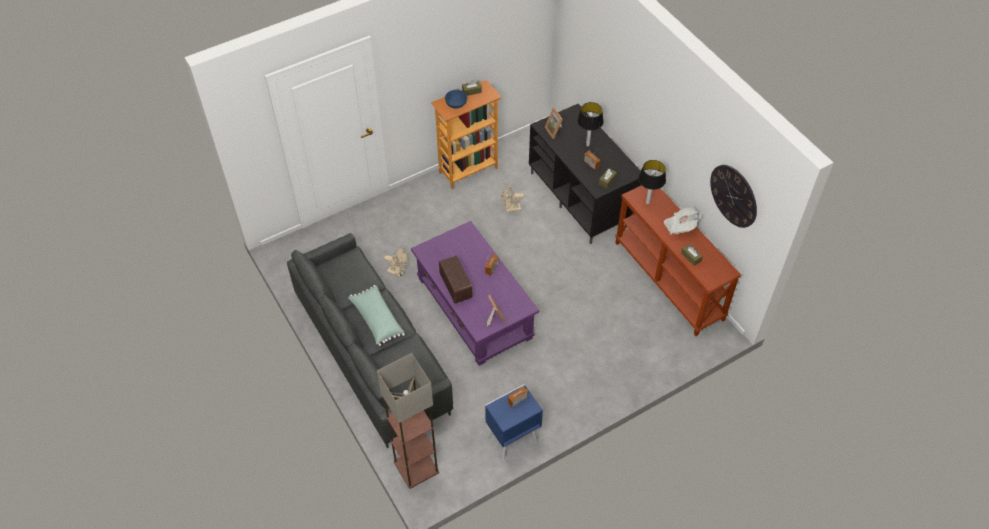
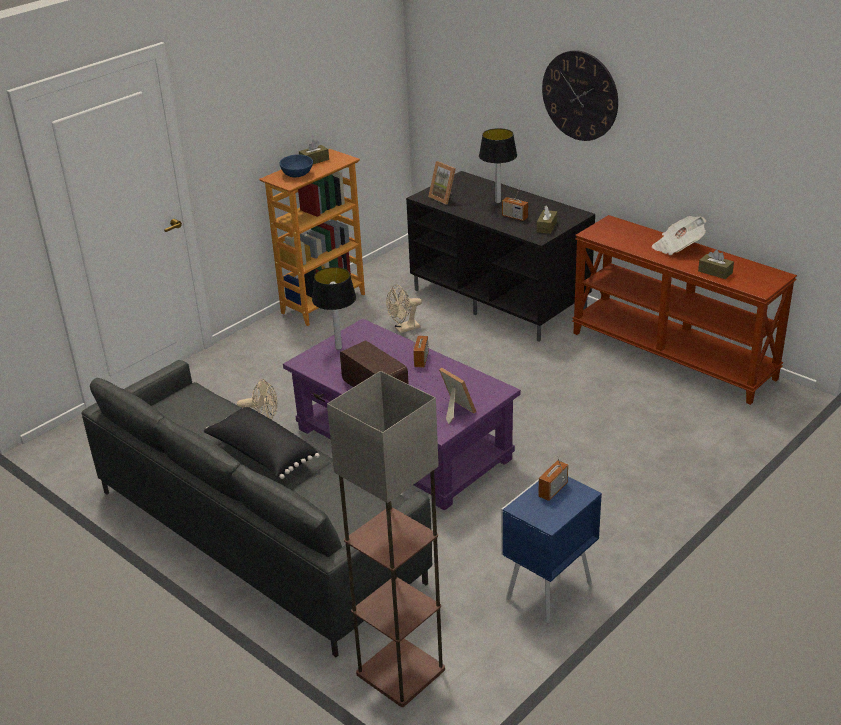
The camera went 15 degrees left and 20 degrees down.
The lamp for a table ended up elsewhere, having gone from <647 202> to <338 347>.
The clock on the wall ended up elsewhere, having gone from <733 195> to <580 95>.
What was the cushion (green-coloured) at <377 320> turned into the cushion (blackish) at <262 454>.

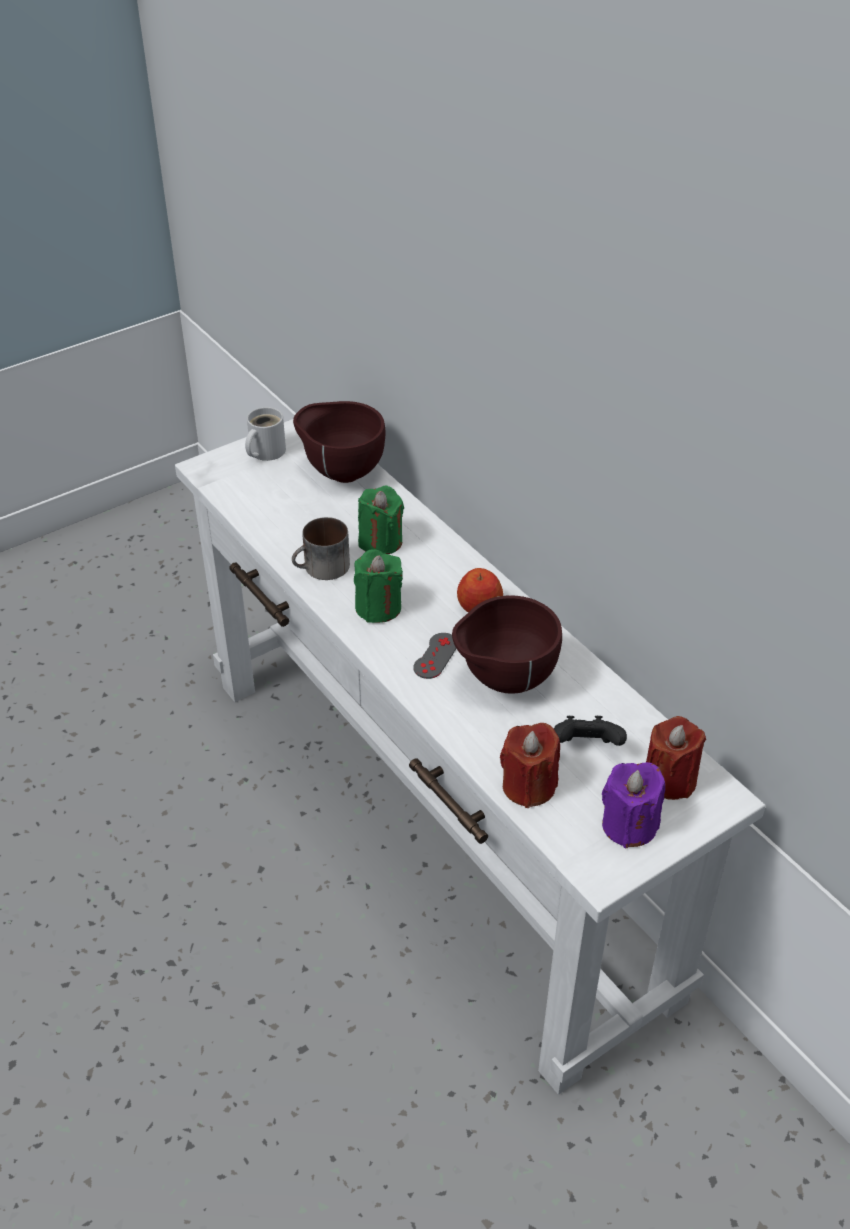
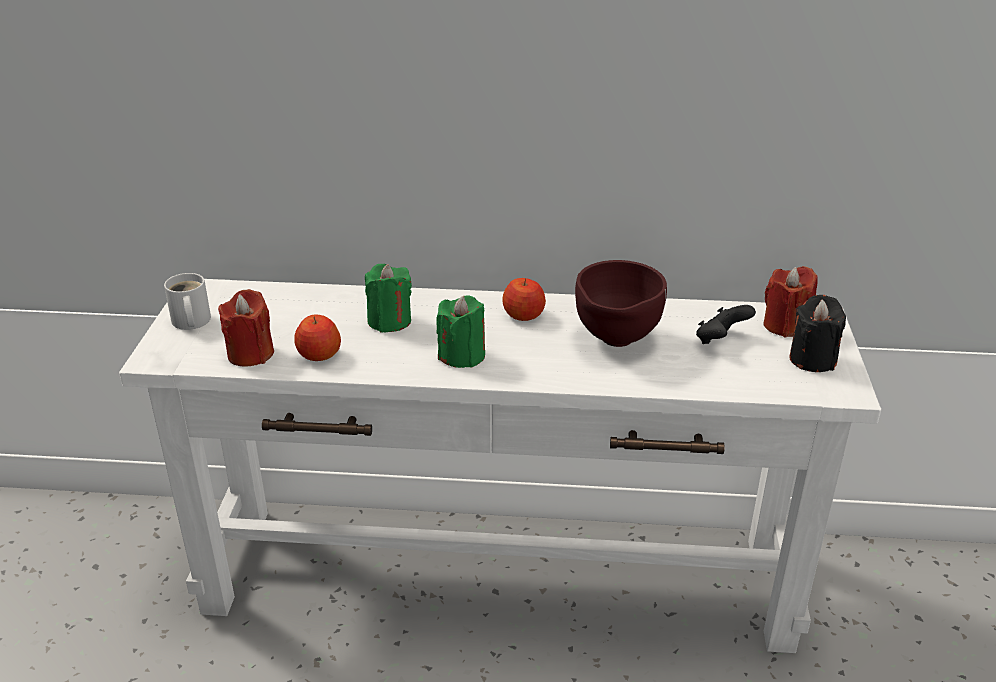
The camera went 50 degrees left and 10 degrees down.
The second view lost the coffee mug at <322 569>.
The second view lost the deep dish (brownish) at <341 473>.
The second view lost the game controller (gray) at <435 656>.
The second view gained the apple fruit at <319 354>.
The candle (red-coloured) ended up elsewhere, having gone from <528 786> to <250 354>.
What was the candle (purple-coloured) at <629 825> turned into the candle (blackish) at <812 359>.

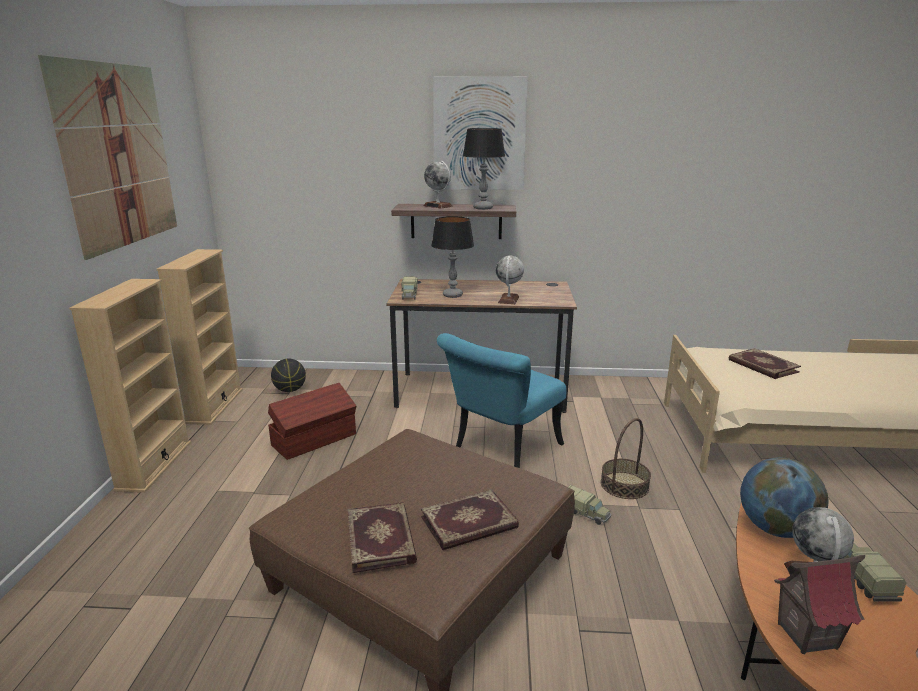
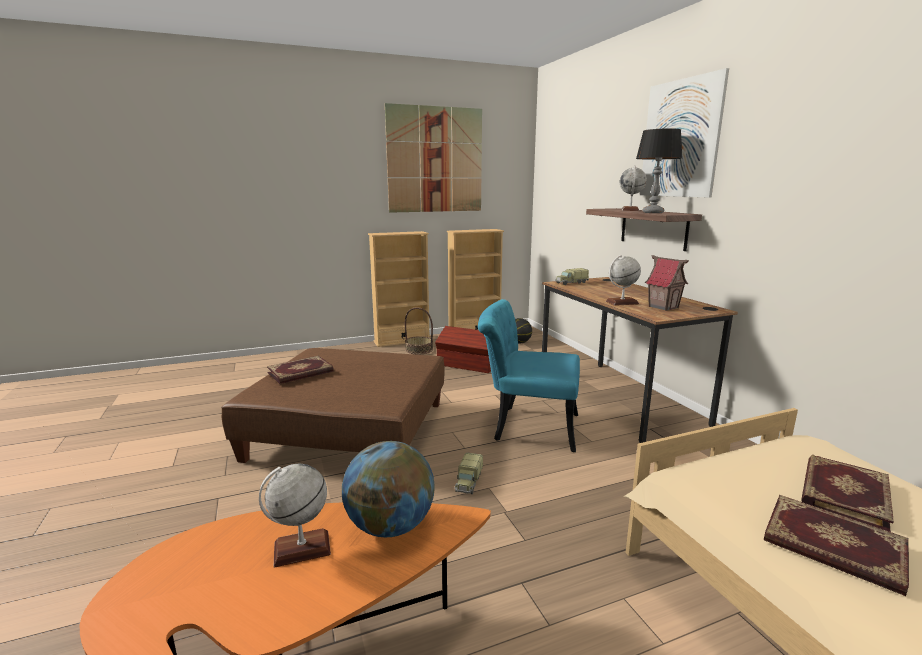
The camera went 65 degrees right and 5 degrees down.
The second view lost the lamp for a table at <452 295>.
The second view lost the toy truck at <863 578>.
The book ended up elsewhere, having gone from <469 523> to <832 547>.
The basket ended up elsewhere, having gone from <624 485> to <419 349>.
The toy house ended up elsewhere, having gone from <806 635> to <663 307>.

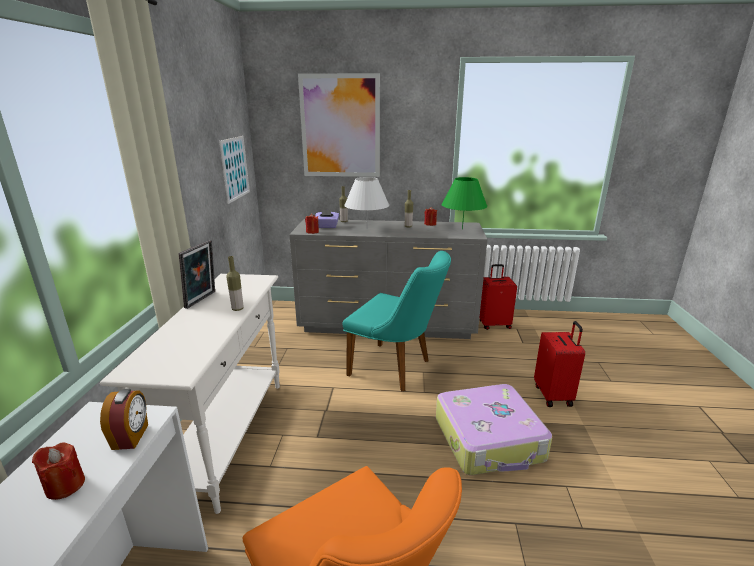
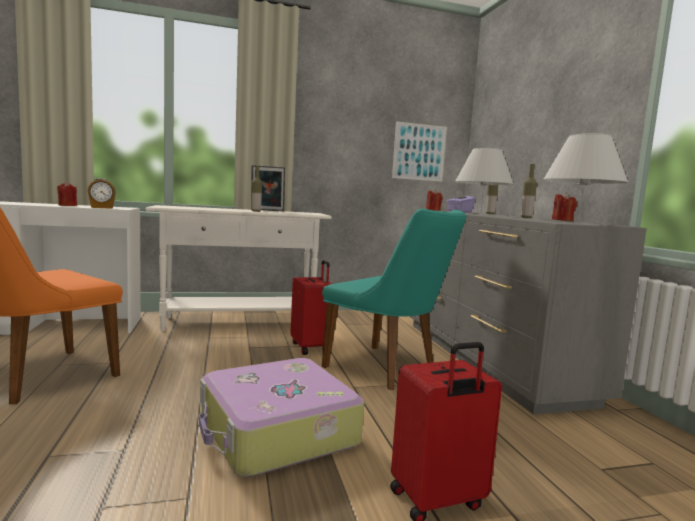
The camera went 70 degrees right and 15 degrees down.
The second view lost the wall picture at <340 126>.
The suitcase (red-coloured) ended up elsewhere, having gone from <494 324> to <311 347>.
What was the lamp for a table (green-coloured) at <462 229> turned into the lamp for a table (white-coloured) at <578 222>.
The upright chair (blue-green) at <396 369> ended up facing another way, 60 degrees counterclockwise from before.

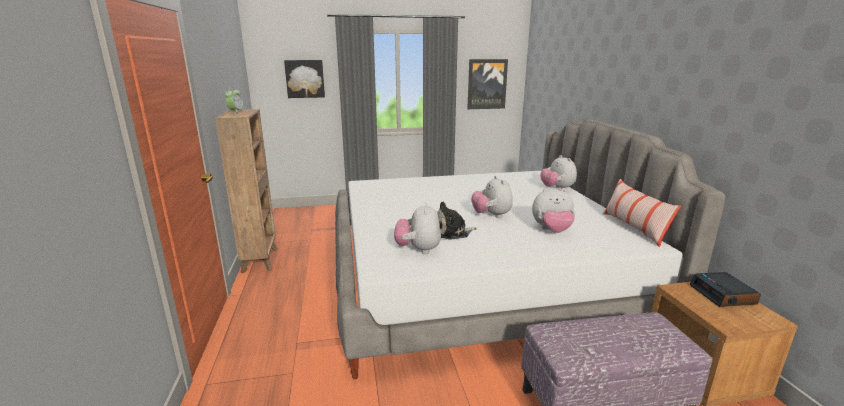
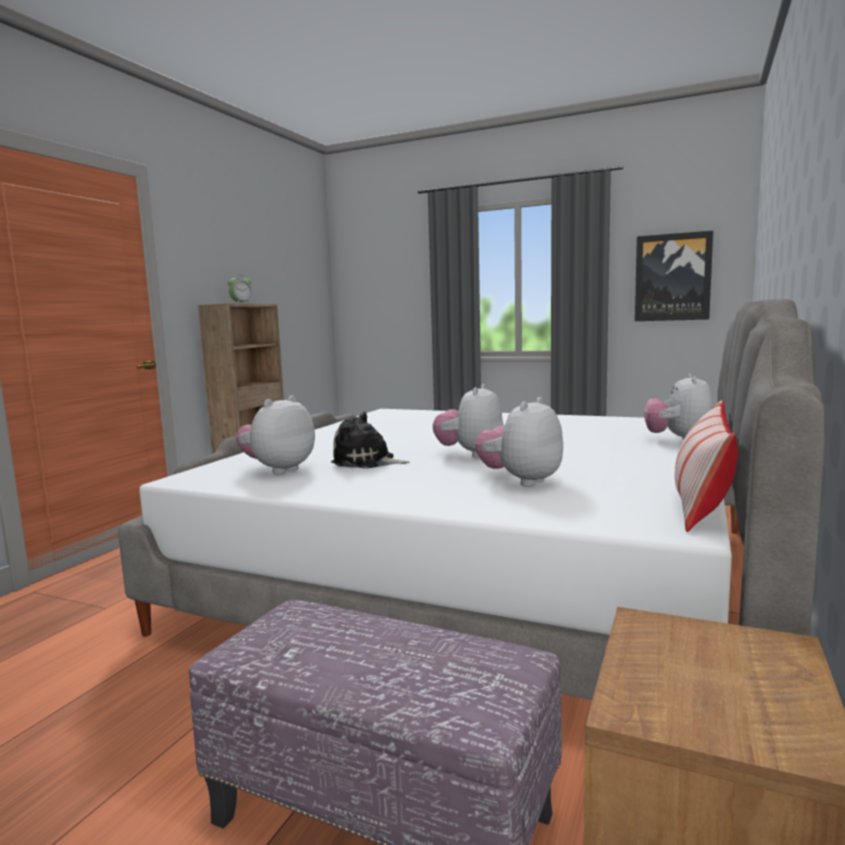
The camera went 35 degrees right and 10 degrees down.
The second view lost the wall picture at <305 79>.
The second view lost the bedside clock at <723 295>.
The cuddly toy at <552 230> ended up facing another way, 90 degrees clockwise from before.

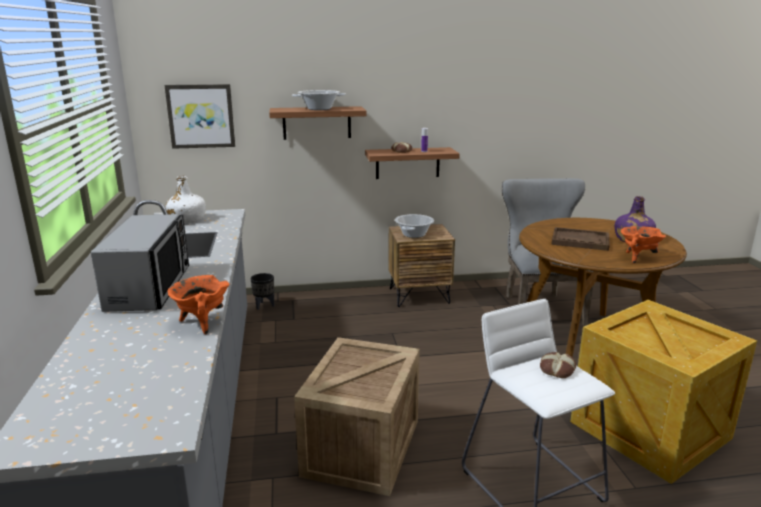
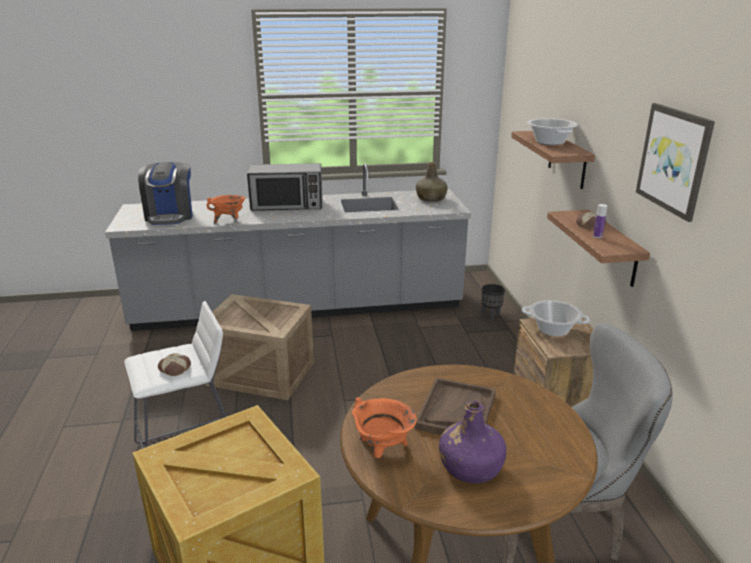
The camera went 90 degrees right and 5 degrees up.
The second view gained the coffee machine at <170 216>.
The wall picture ended up elsewhere, having gone from <201 116> to <674 160>.
What was the beverage bottle (white-coloured) at <187 219> turned into the beverage bottle (green-coloured) at <431 199>.

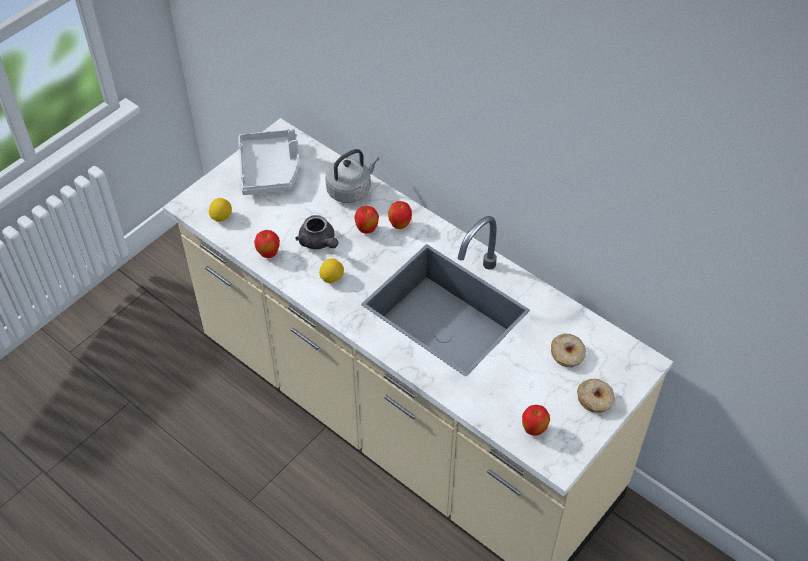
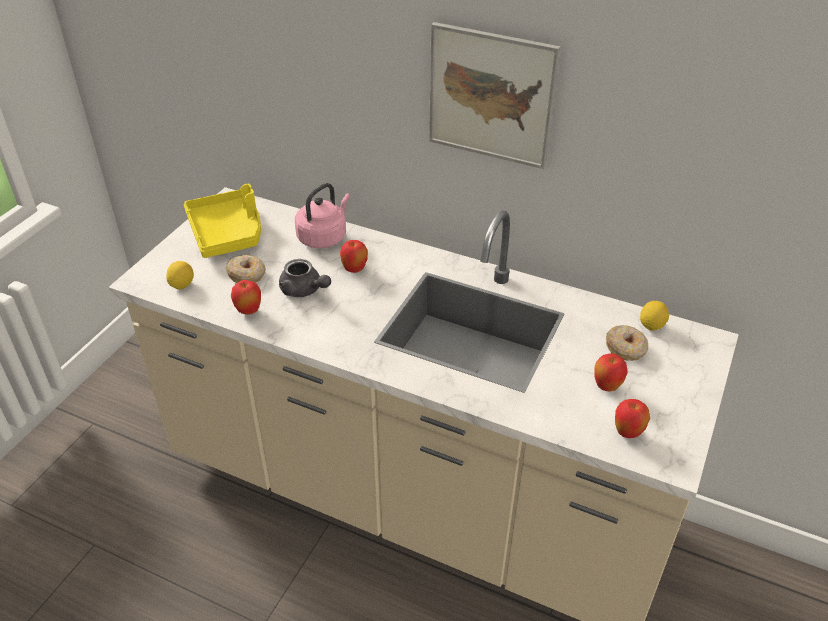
The camera went 15 degrees left and 10 degrees down.
The second view gained the wall picture at <491 96>.
The whole lemon ended up elsewhere, having gone from <331 278> to <651 325>.
The apple fruit ended up elsewhere, having gone from <400 225> to <606 387>.
The donut ended up elsewhere, having gone from <595 399> to <247 275>.
What was the tray (gray) at <270 169> turned into the tray (yellowish) at <227 233>.
What was the water kettle (gray) at <351 190> turned into the water kettle (pinkish) at <324 237>.

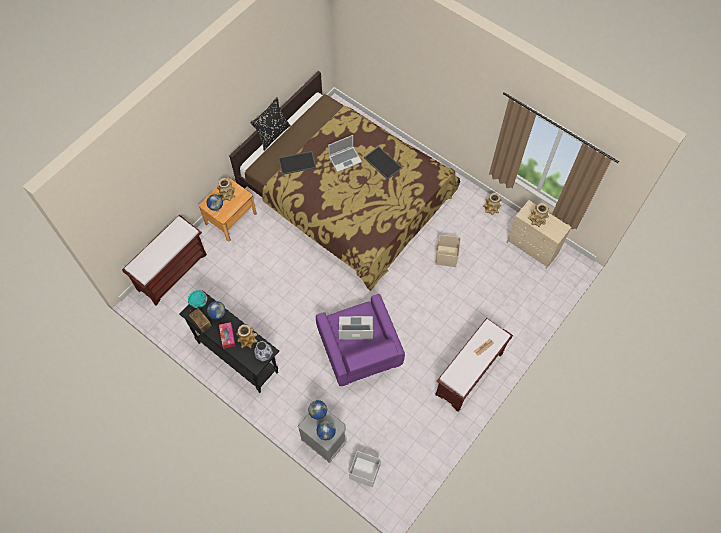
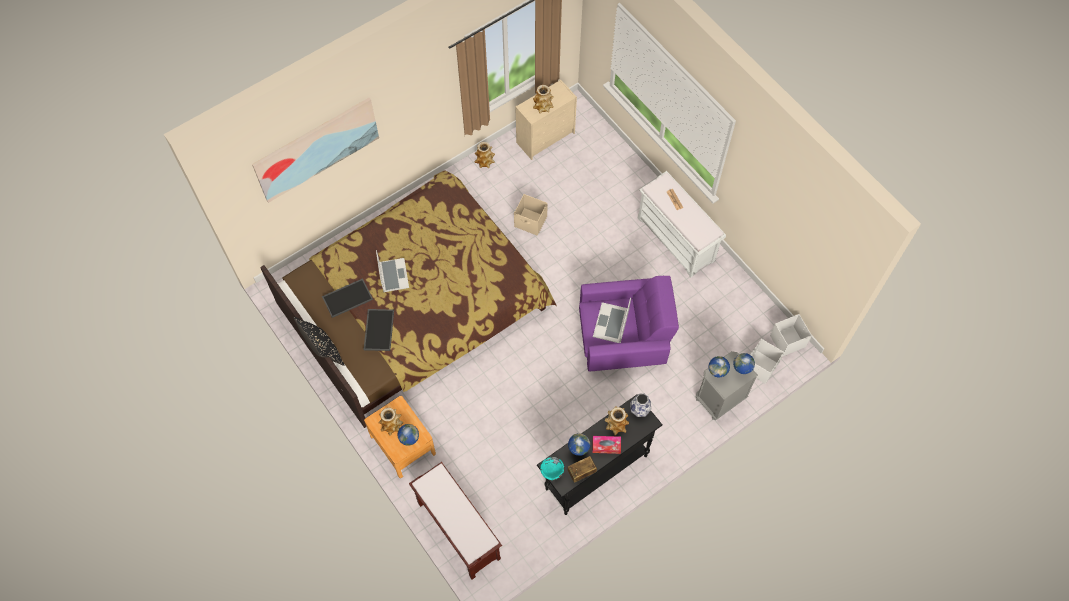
The camera went 75 degrees left and 0 degrees up.
The second view gained the wall picture at <317 149>.
The second view gained the storage container (white-coloured) at <787 341>.
The tray ended up elsewhere, having gone from <383 163> to <347 297>.
What was the bench (brownish) at <469 375> turned into the bench (white-coloured) at <676 240>.

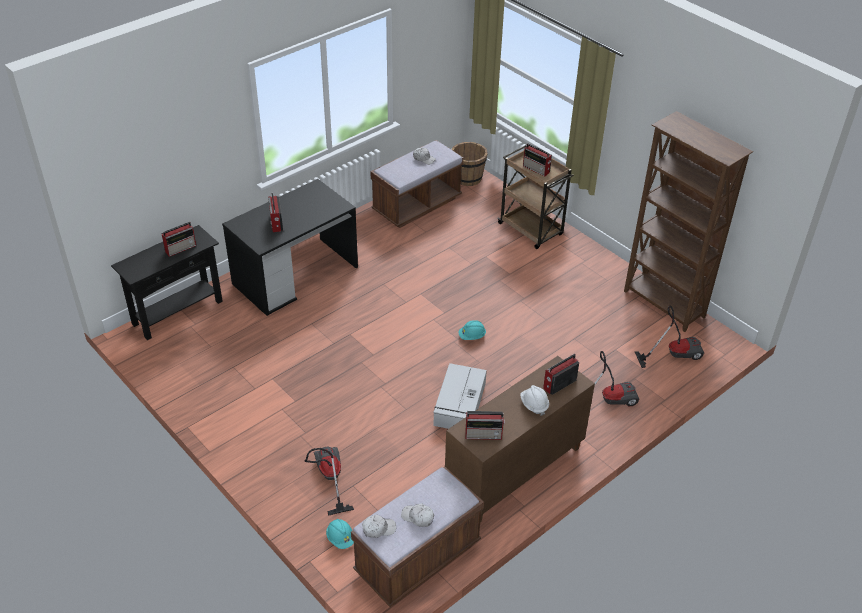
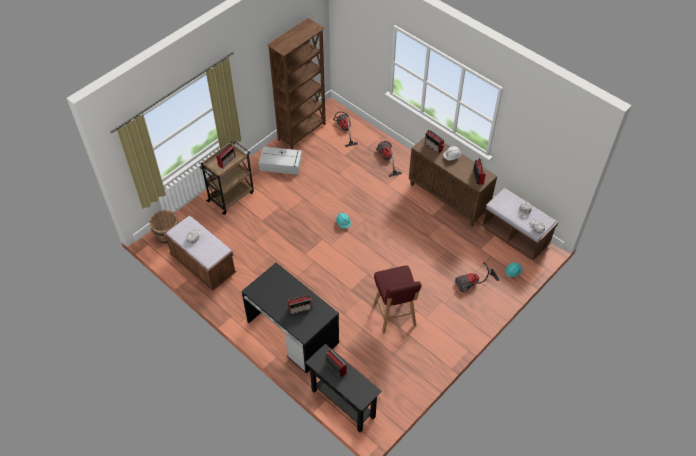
The camera went 95 degrees left and 10 degrees up.
The second view gained the stool (red-coloured) at <394 316>.
The storage container (gray) ended up elsewhere, having gone from <459 405> to <281 164>.

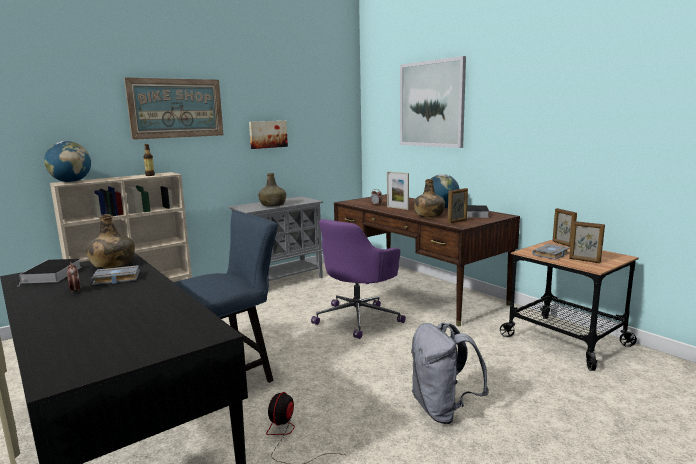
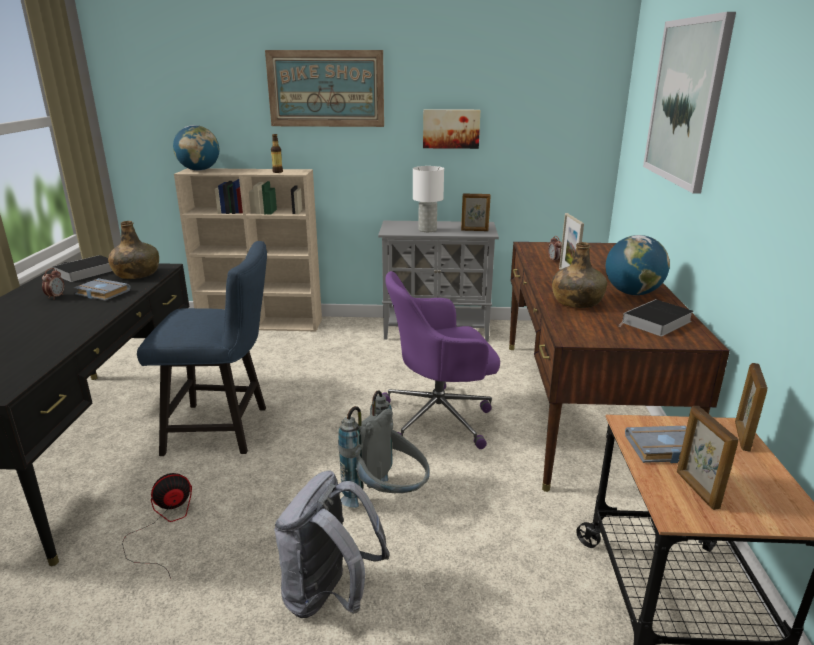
The camera went 40 degrees right and 10 degrees up.
The second view gained the knapsack (gray) at <388 500>.
The photo frame ended up elsewhere, having gone from <457 221> to <474 230>.
Where the beverage bottle (green-coloured) stood at <273 205>, the lamp for a table (white-coloured) came to stand at <428 230>.

